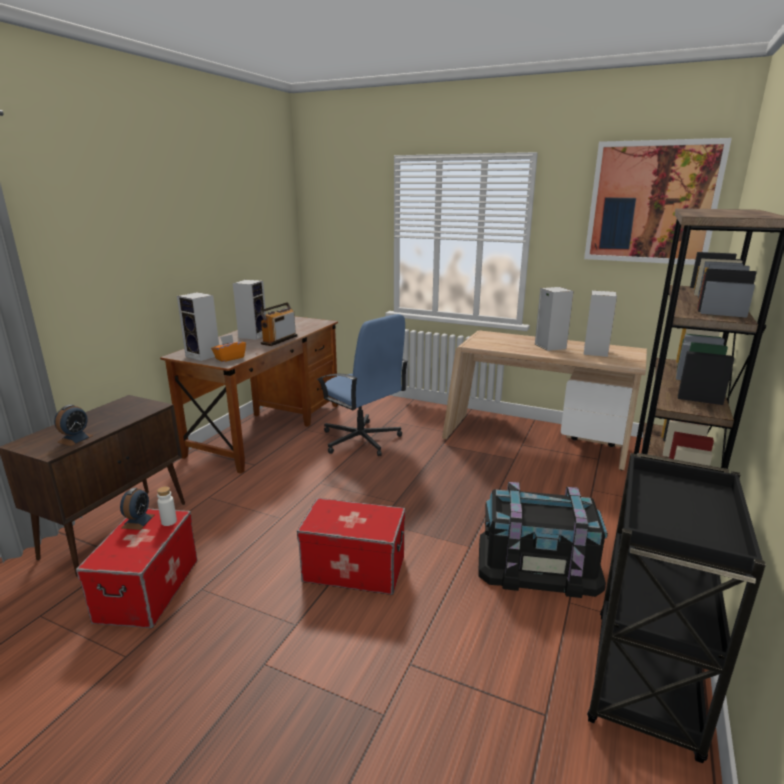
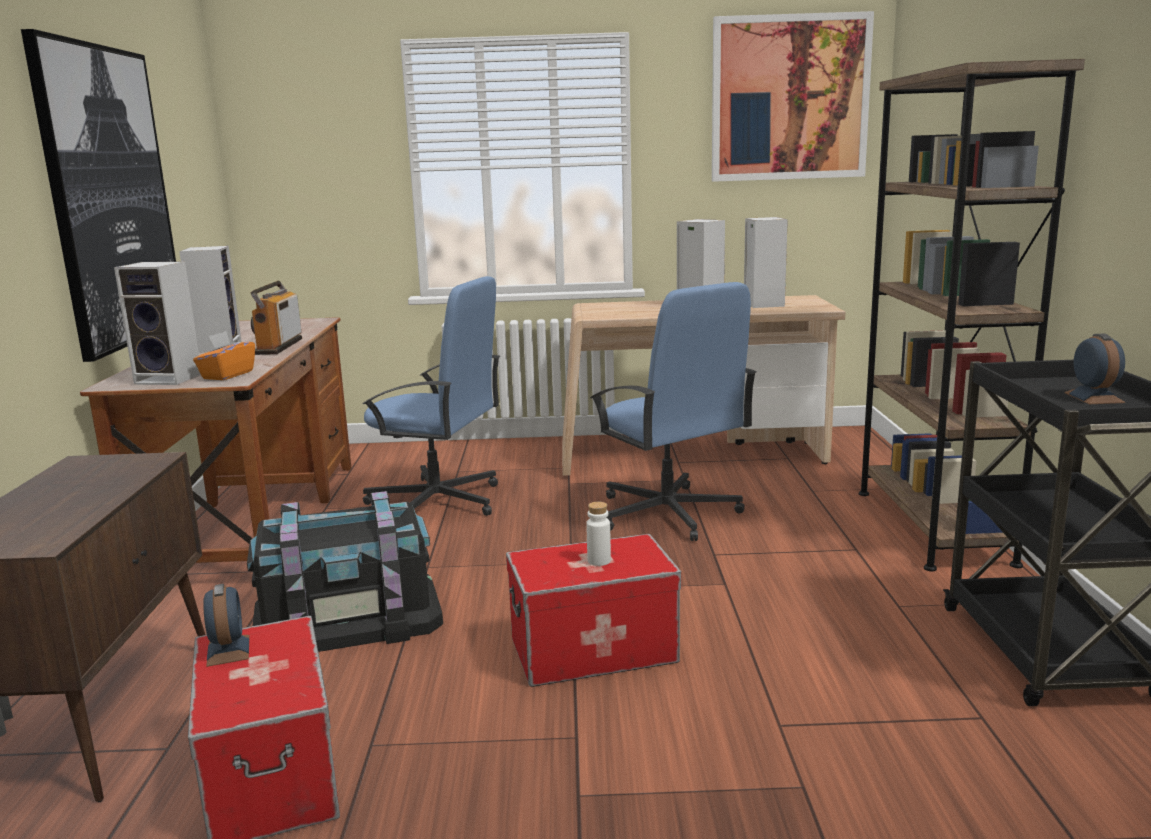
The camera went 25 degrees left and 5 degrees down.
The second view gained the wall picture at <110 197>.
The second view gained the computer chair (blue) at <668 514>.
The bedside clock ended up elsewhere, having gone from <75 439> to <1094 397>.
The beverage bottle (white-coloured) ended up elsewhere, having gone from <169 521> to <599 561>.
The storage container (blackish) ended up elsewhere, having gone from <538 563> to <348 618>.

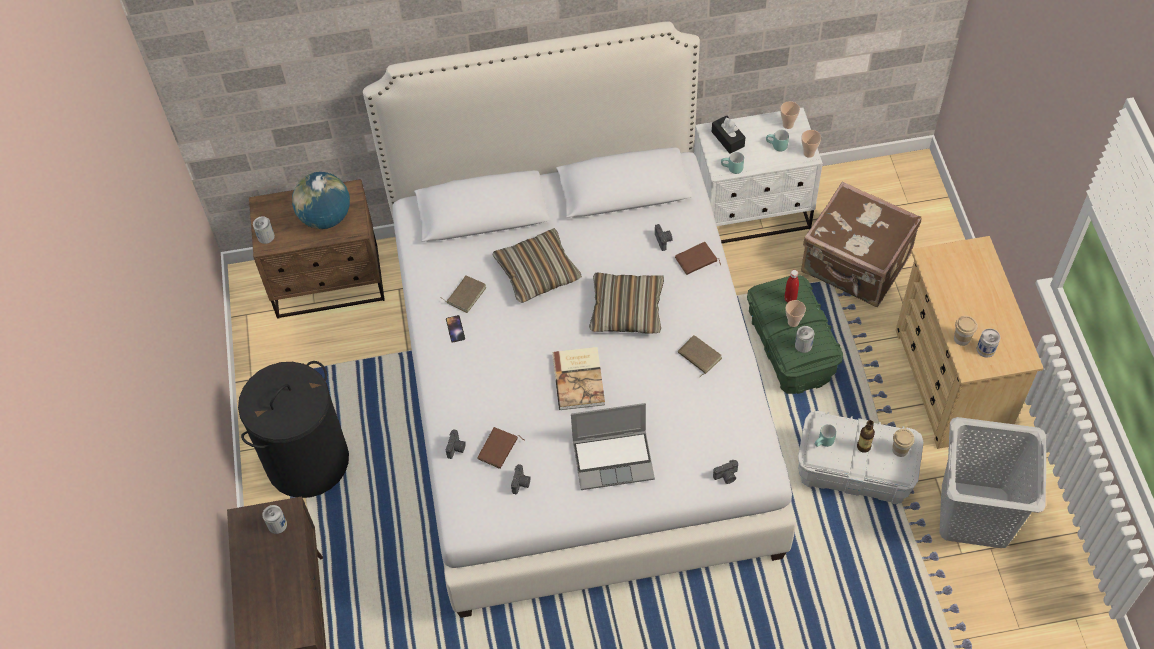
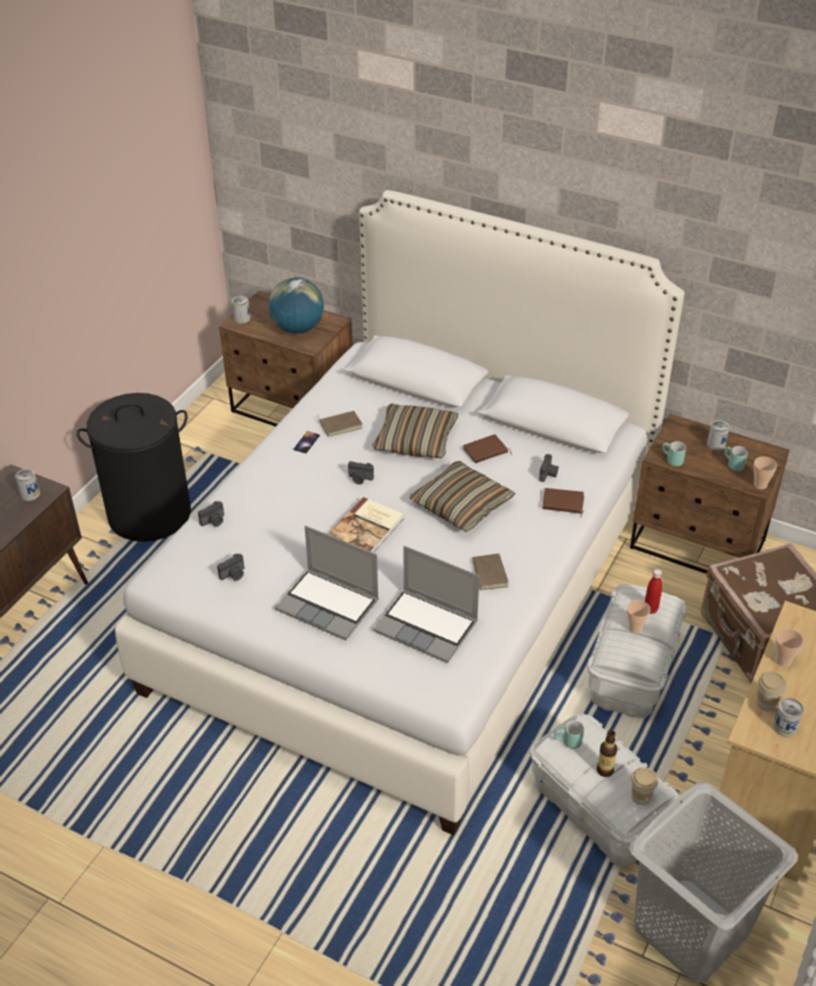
The camera went 35 degrees right and 15 degrees down.
The second view lost the tissue box (blackish) at <728 139>.
The second view gained the portable computer at <428 626>.
The book (brownish) ended up elsewhere, having gone from <498 449> to <485 452>.
The photo camera ended up elsewhere, having gone from <726 476> to <360 479>.
The drinking cup ended up elsewhere, having gone from <788 124> to <783 661>.
The sealed can ended up elsewhere, having gone from <803 345> to <716 444>.
What was the nightstand (white-coloured) at <752 212> turned into the nightstand (brownish) at <698 545>.
What was the storage container (green-coloured) at <791 348> turned into the storage container (white-coloured) at <632 669>.

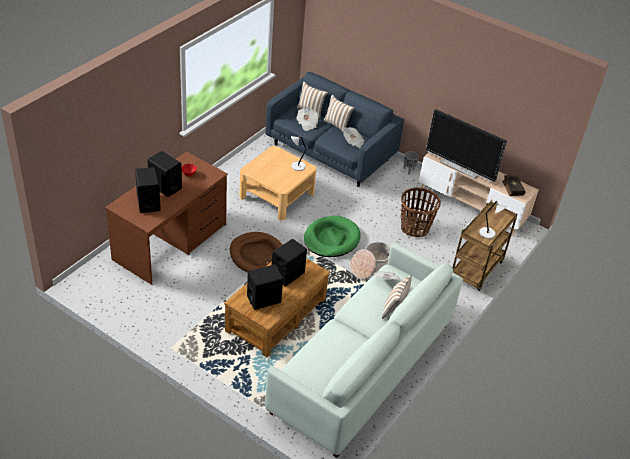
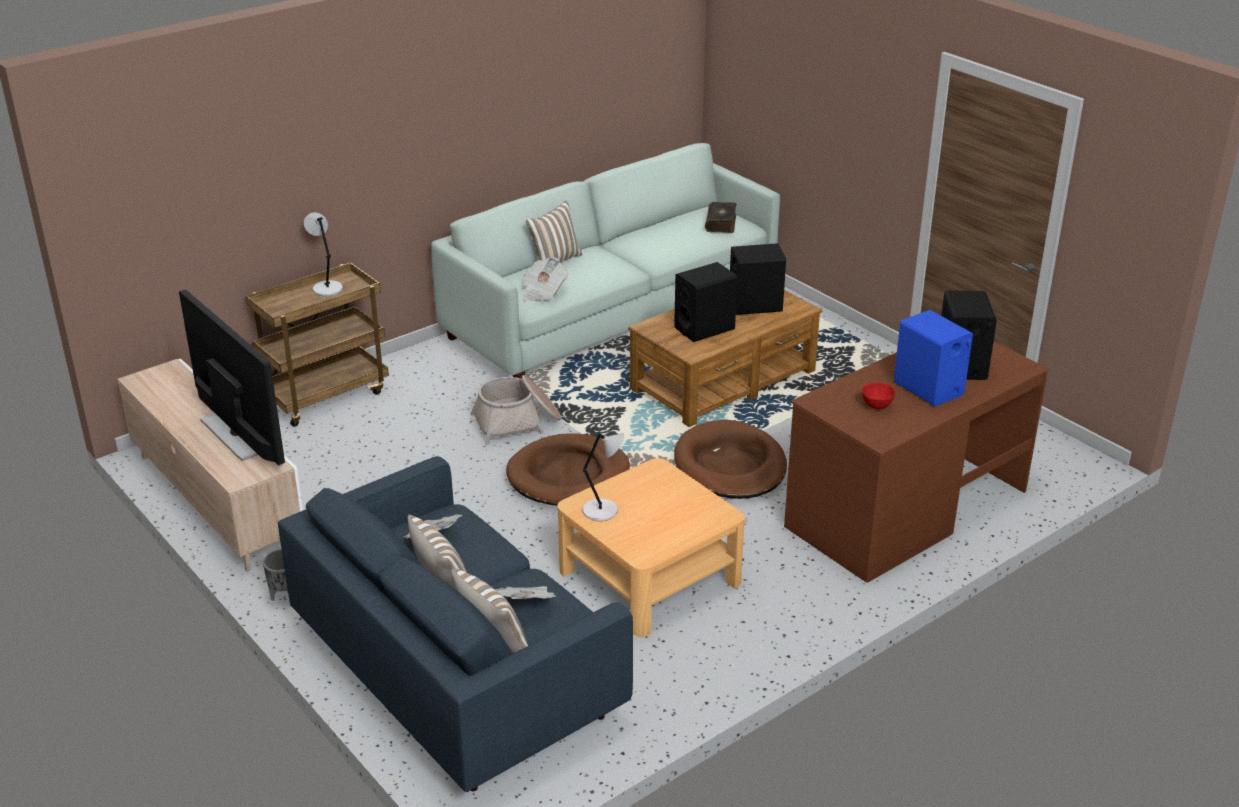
The camera went 160 degrees left and 10 degrees down.
The second view lost the basket at <415 228>.
The book ended up elsewhere, having gone from <512 188> to <721 223>.
What was the loudspeaker (blackish) at <165 187> turned into the loudspeaker (blue) at <928 389>.
What was the pet bed (green-coloured) at <331 239> turned into the pet bed (brownish) at <568 475>.

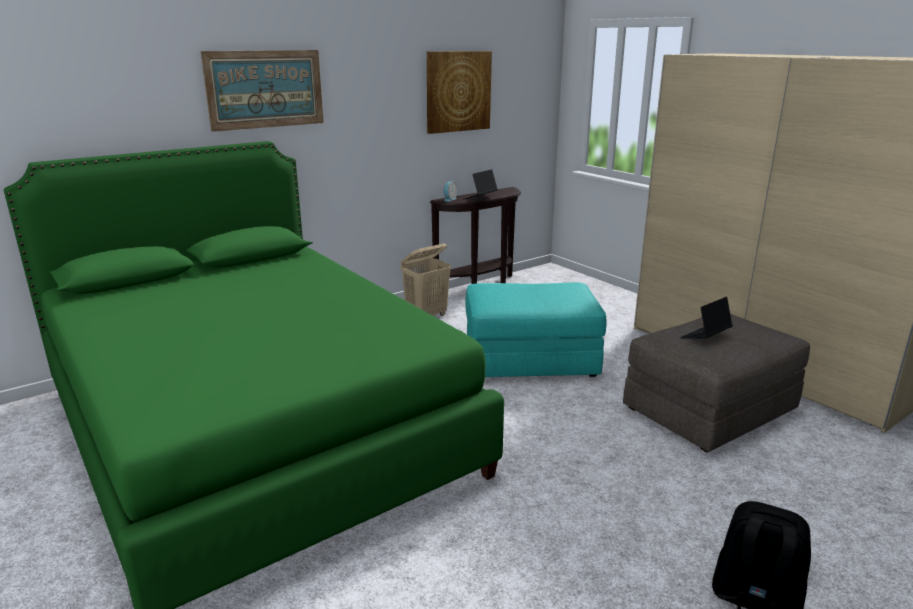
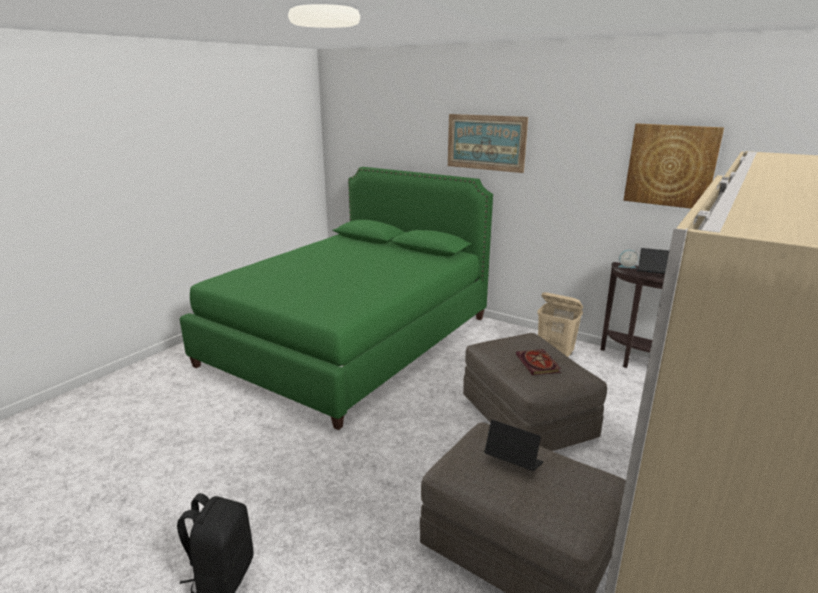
The camera went 70 degrees right and 0 degrees up.
The second view gained the book at <538 364>.
What was the ottoman (blue-green) at <530 358> turned into the ottoman (gray) at <527 417>.

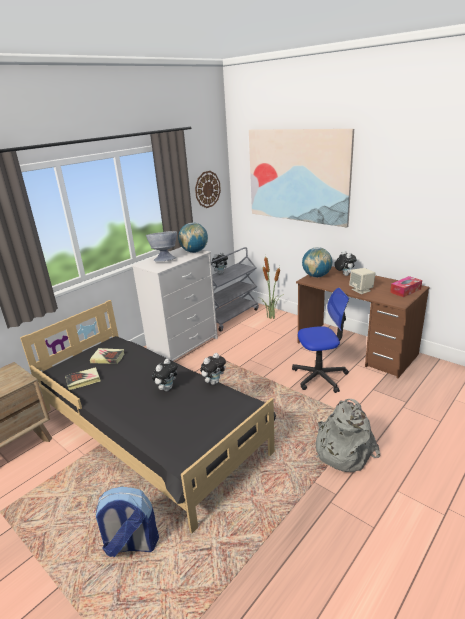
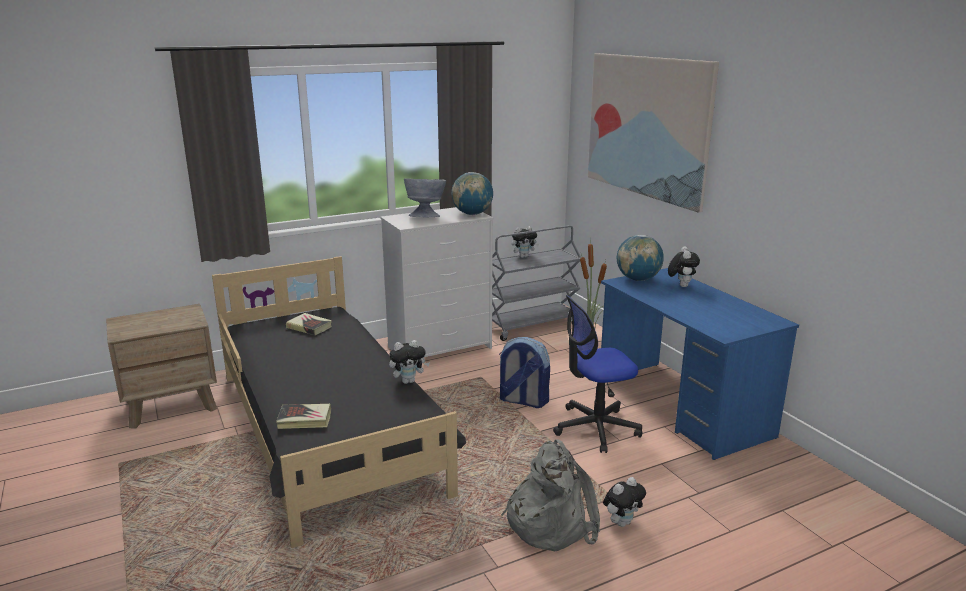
The camera went 20 degrees right and 5 degrees down.
The second view lost the clock on the wall at <207 189>.
The second view lost the loudspeaker (sand-coloured) at <361 290>.
The second view lost the tissue box at <405 291>.
The book ended up elsewhere, having gone from <83 380> to <304 419>.
The knapsack ended up elsewhere, having gone from <131 544> to <522 401>.
The cuddly toy ended up elsewhere, having gone from <167 388> to <622 522>.
What was the desk table (brownish) at <355 349> turned into the desk table (blue) at <681 407>.
The computer chair at <320 376> ended up facing another way, 150 degrees clockwise from before.

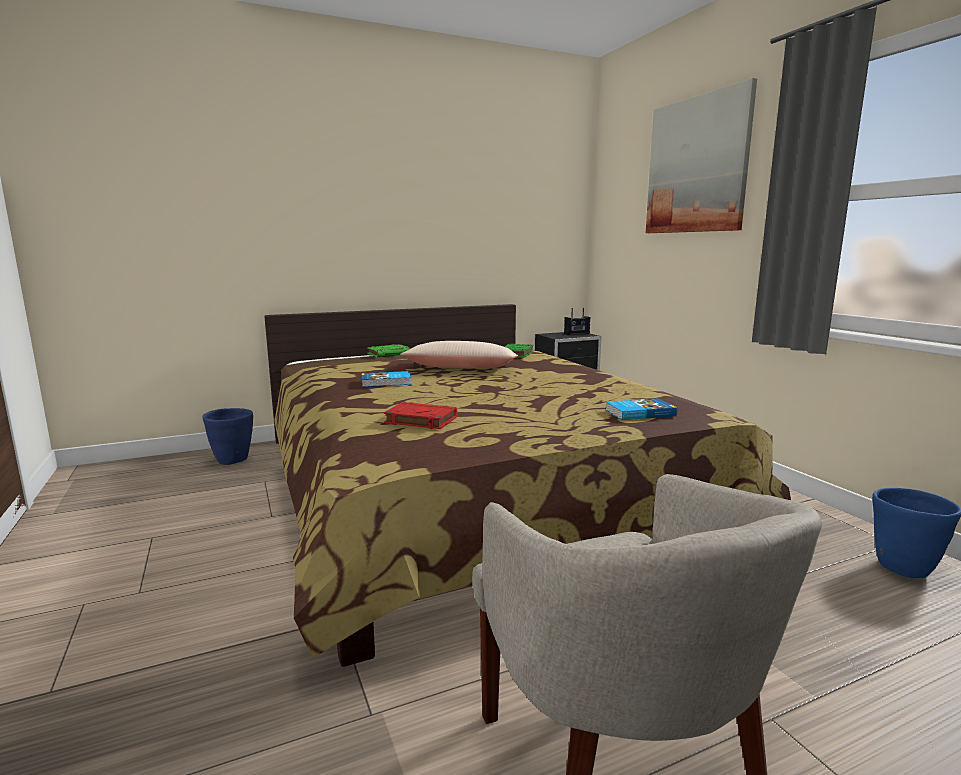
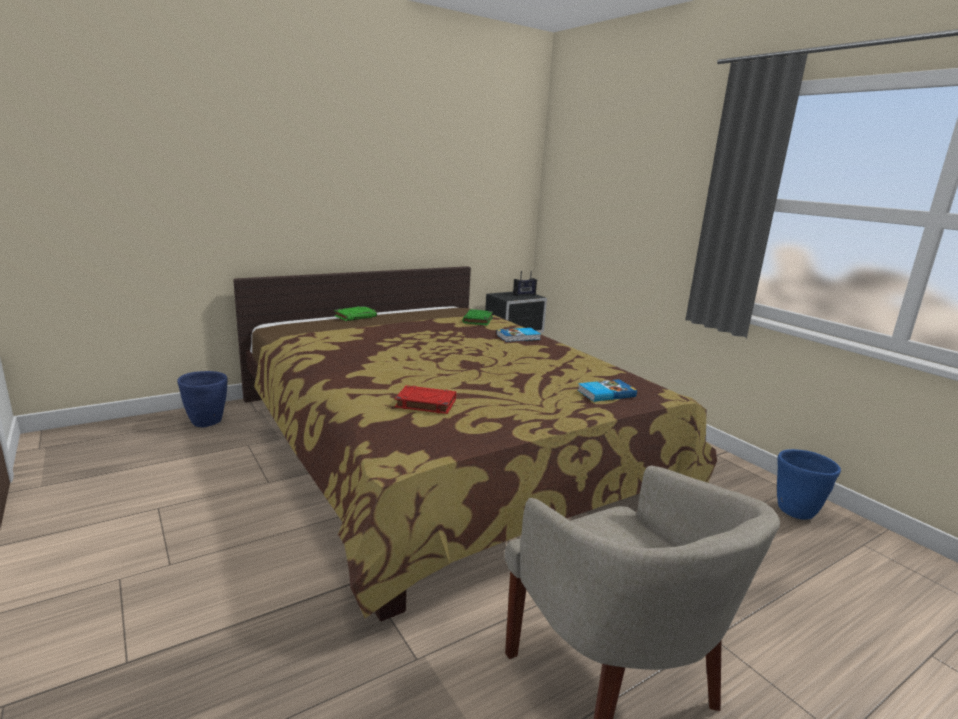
The camera went 10 degrees left and 5 degrees up.
The second view lost the cushion (sand-coloured) at <461 368>.
The second view lost the wall picture at <697 165>.
The book ended up elsewhere, having gone from <386 382> to <519 337>.

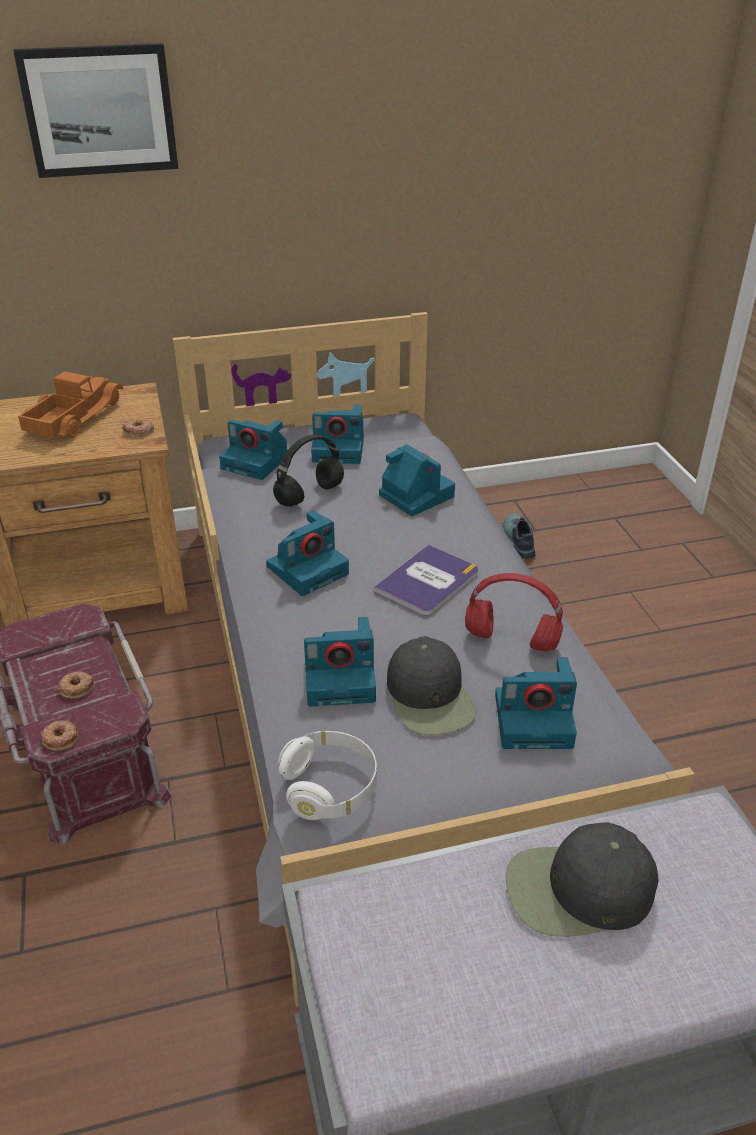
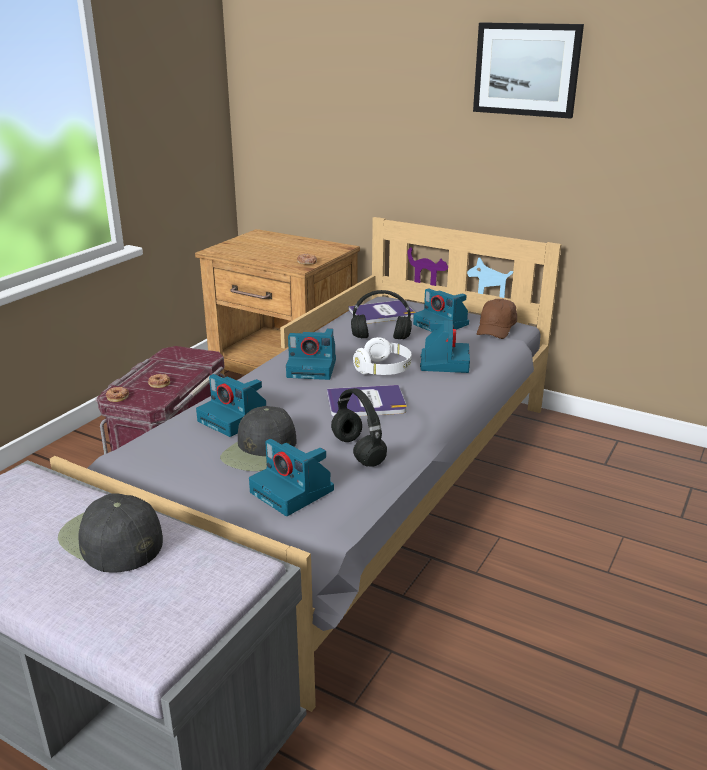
The camera went 45 degrees right and 10 degrees down.
The second view lost the toy truck at <73 418>.
The second view lost the shoe at <517 541>.
The second view gained the peaked cap (brownish) at <496 329>.
The wall picture ended up elsewhere, having gone from <99 110> to <526 69>.
The headphones (white-coloured) ended up elsewhere, having gone from <330 788> to <383 370>.
Where the photo camera stood at <257 462>, the book came to stand at <382 313>.
What was the headphones (red-coloured) at <510 640> turned into the headphones (blackish) at <357 451>.

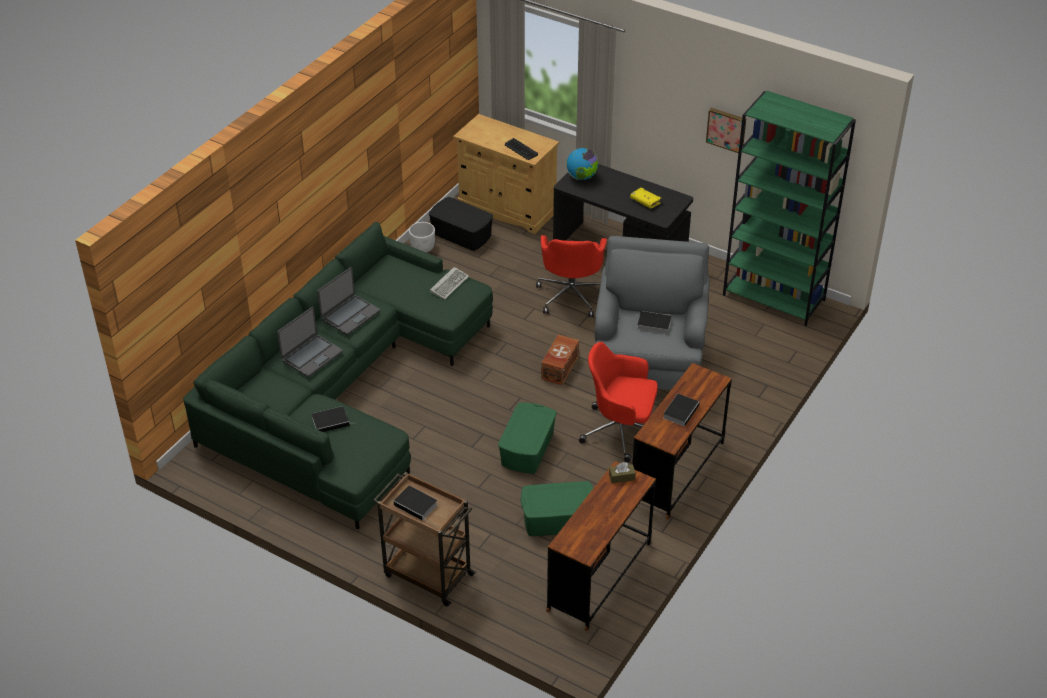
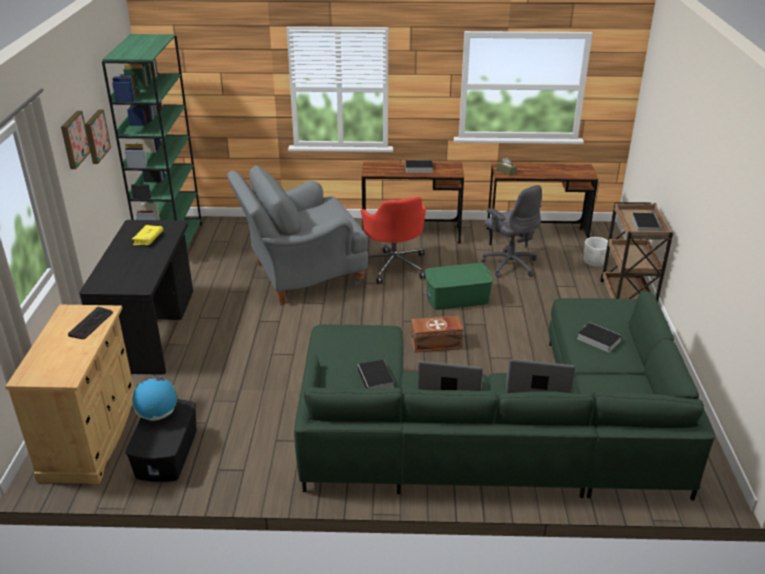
The camera went 120 degrees left and 10 degrees down.
The second view lost the PC keyboard at <449 284>.
The second view lost the computer chair (red-coloured) at <571 295>.
The second view gained the wall picture at <73 139>.
The plant pot (white-coloured) ended up elsewhere, having gone from <423 247> to <594 262>.
The storage container (brownish) ended up elsewhere, having gone from <559 368> to <437 344>.
The globe ended up elsewhere, having gone from <582 177> to <158 414>.
The book ended up elsewhere, having gone from <652 324> to <376 379>.
Where the storage container (green-coloured) stood at <558 520>, the computer chair (gray) came to stand at <509 264>.

